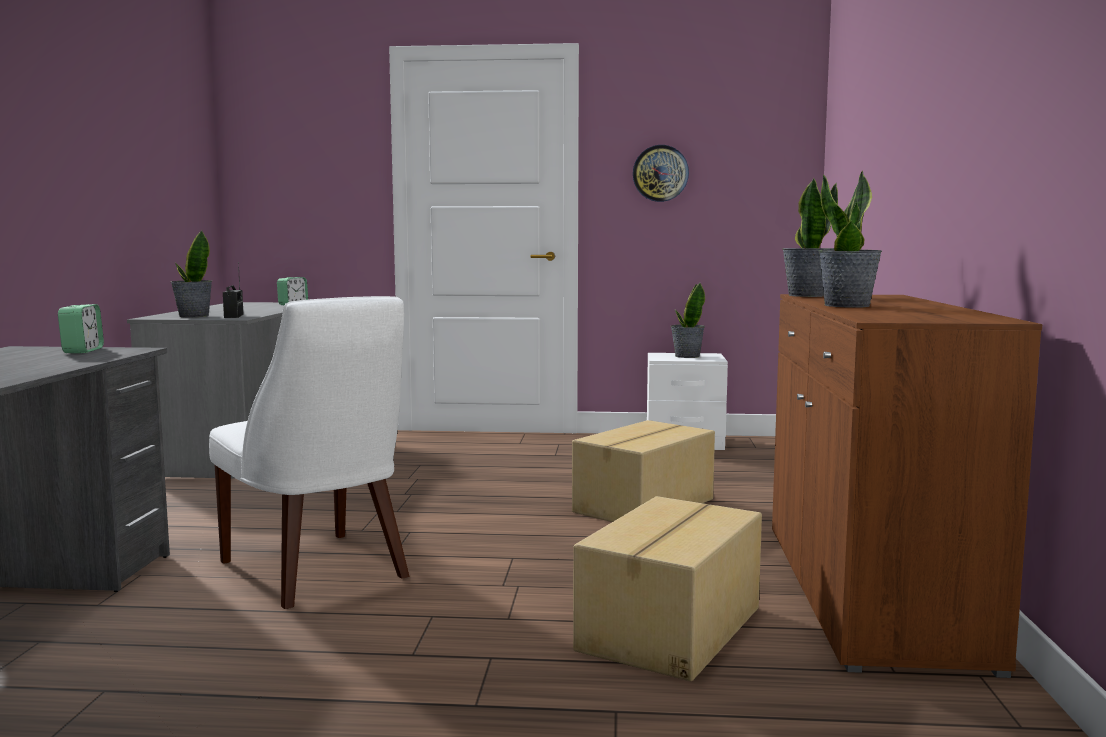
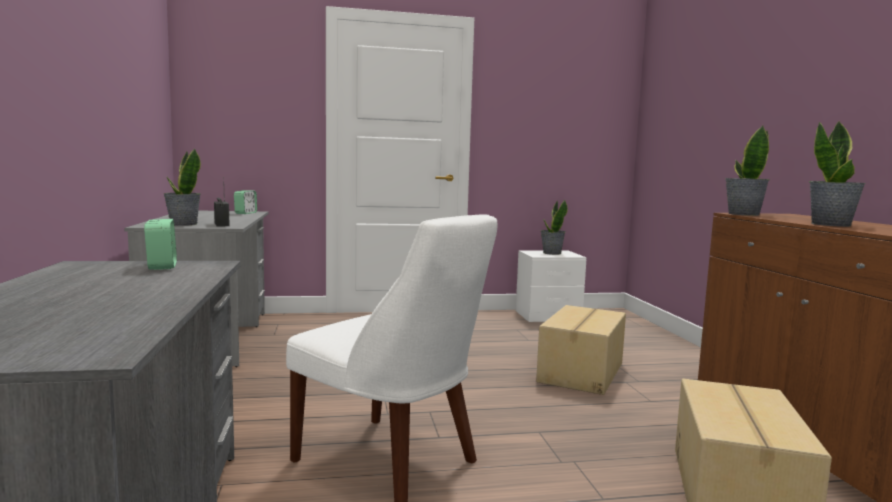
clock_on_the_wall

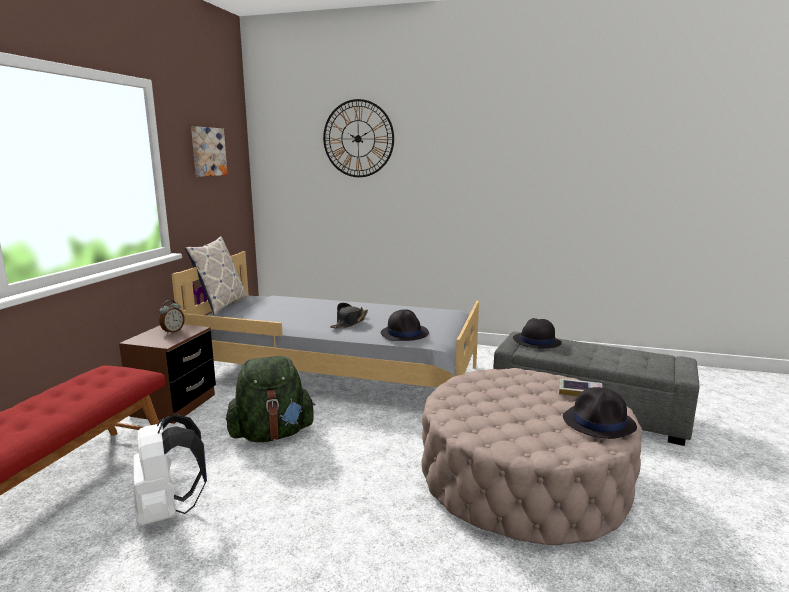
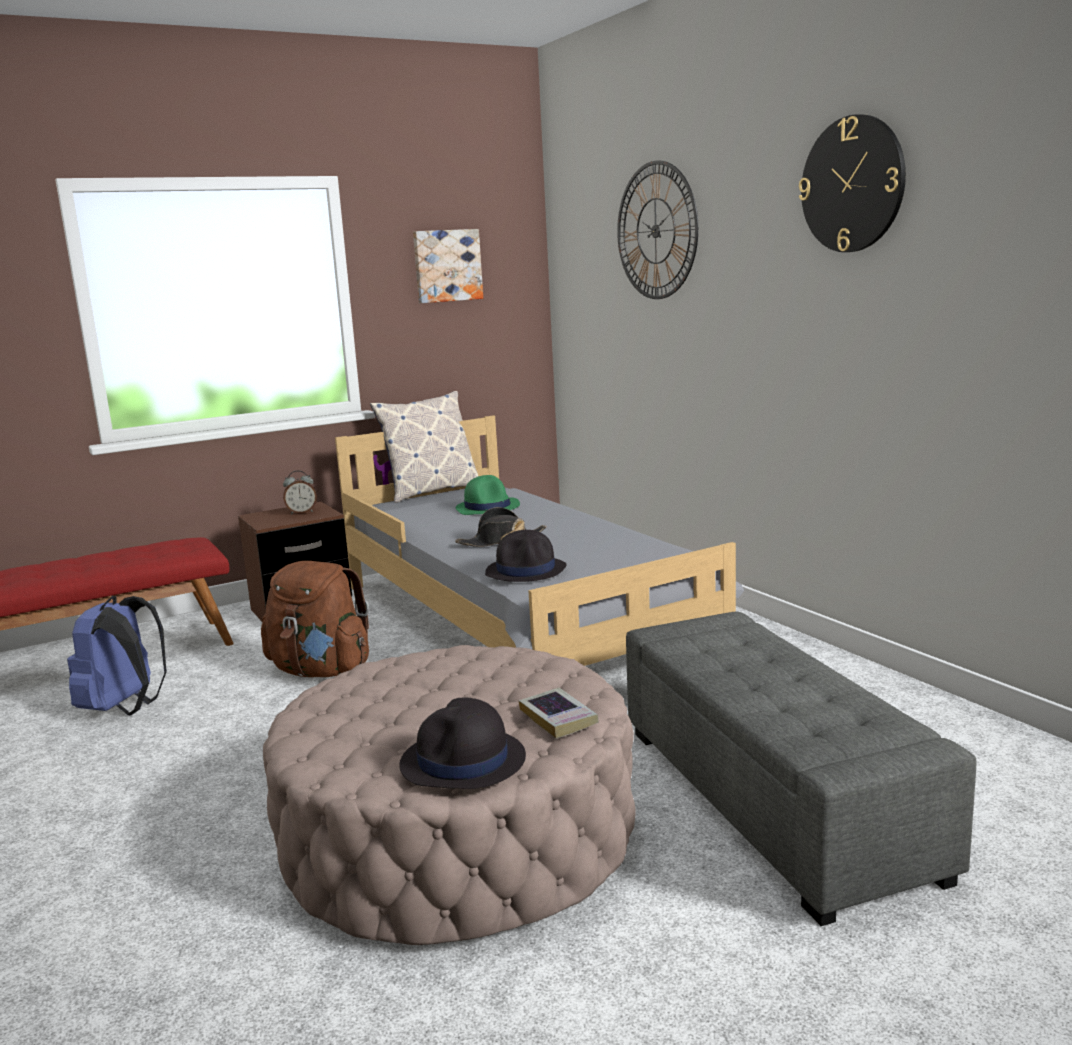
blue-coloured_knapsack
brownish_knapsack
black-coloured_hat (no. 3 from left in the first image)
greenish_hat
clock_on_the_wall (no. 2 from left)

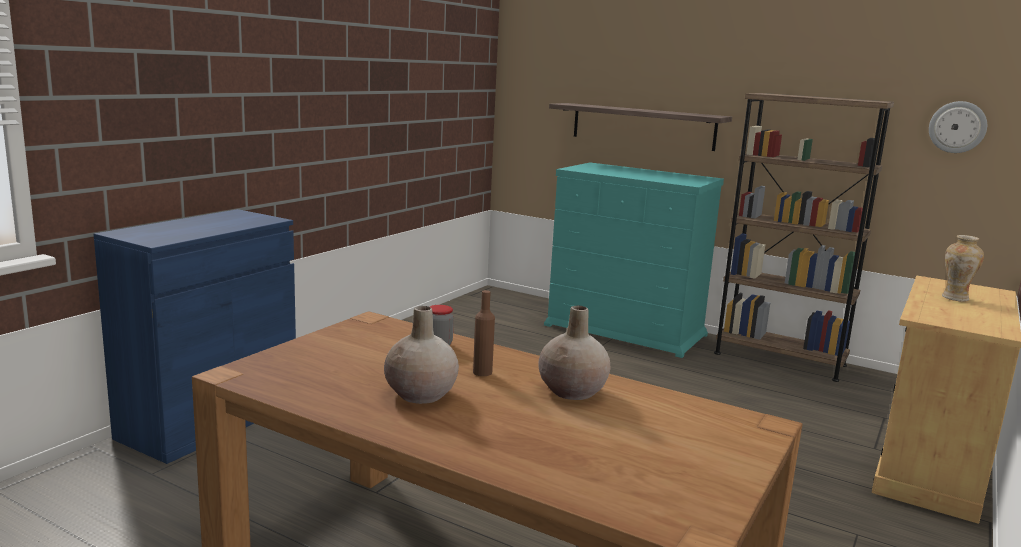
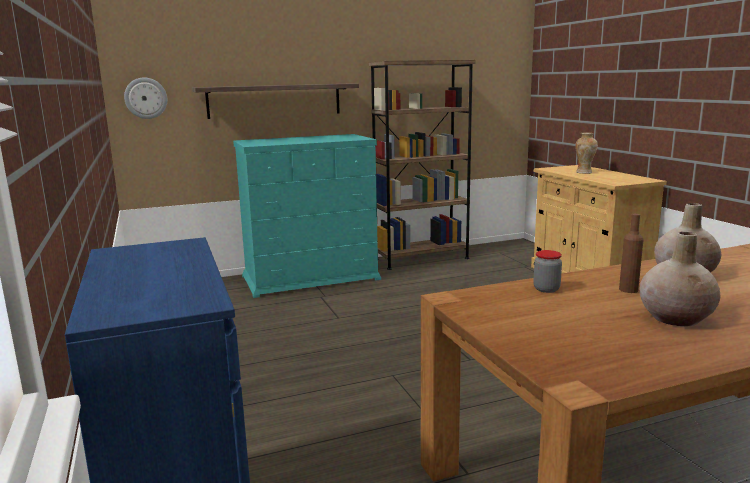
clock_on_the_wall

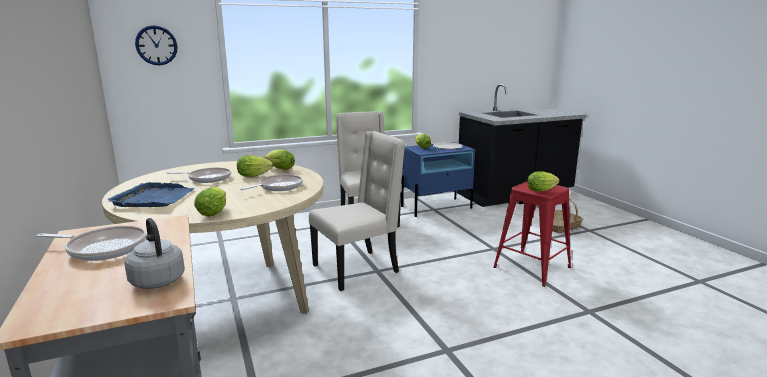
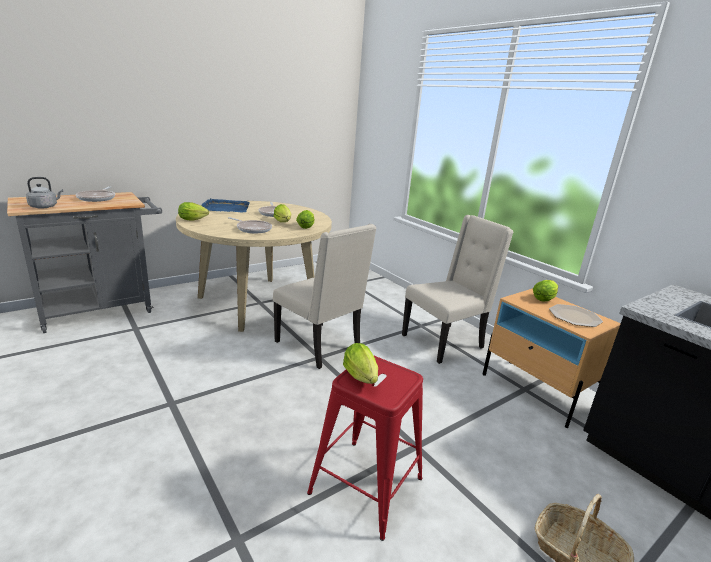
clock_on_the_wall
beige_bedside_table

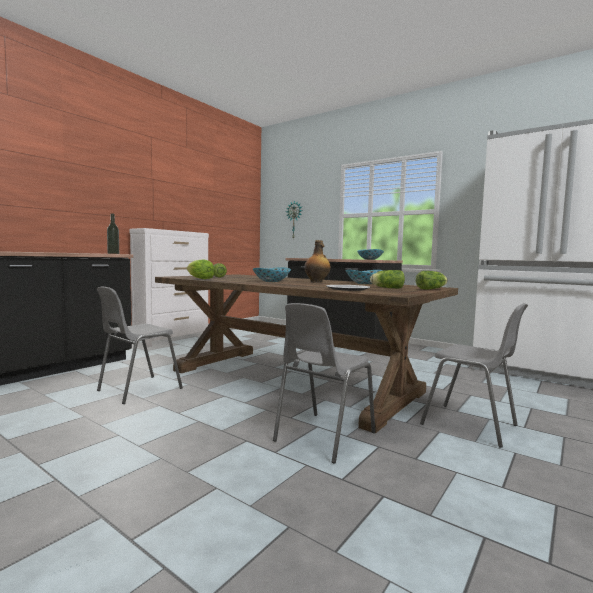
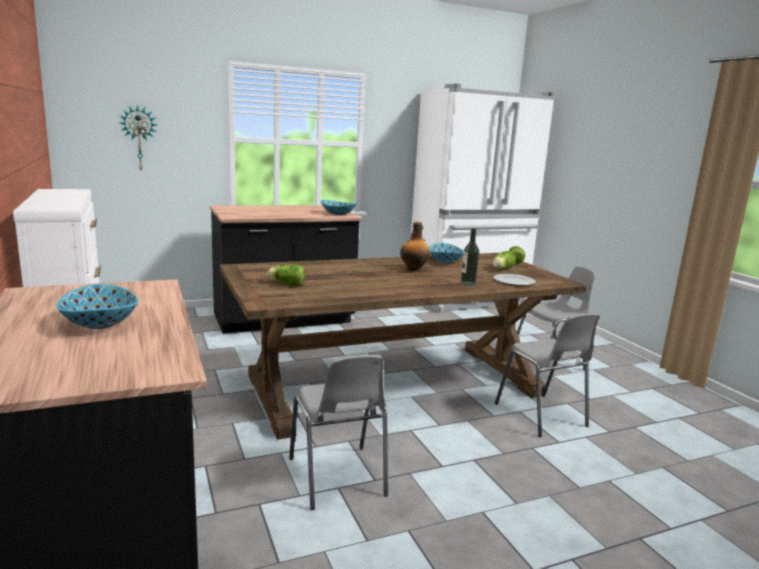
bottle (no. 2 from left)
head_of_lettuce (no. 1 from left in the first image)
serving_bowl (no. 1 from left)

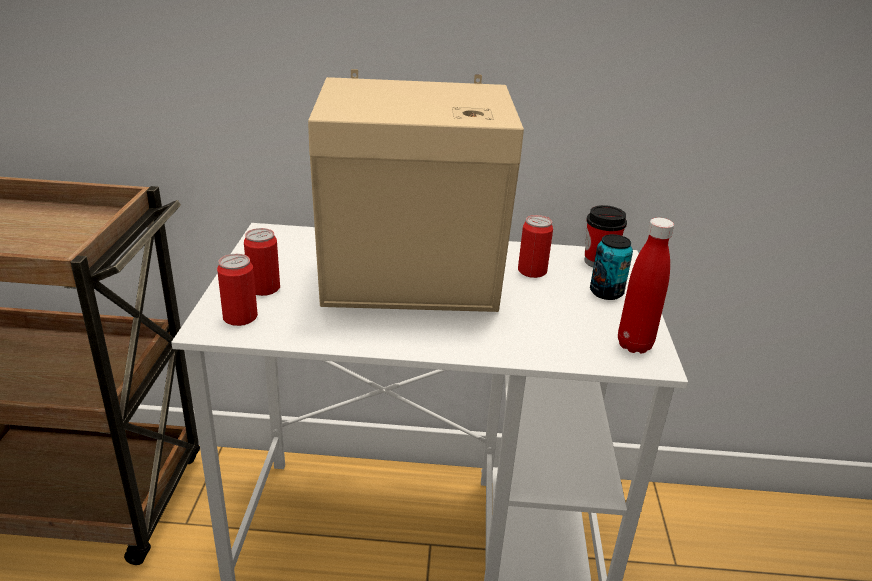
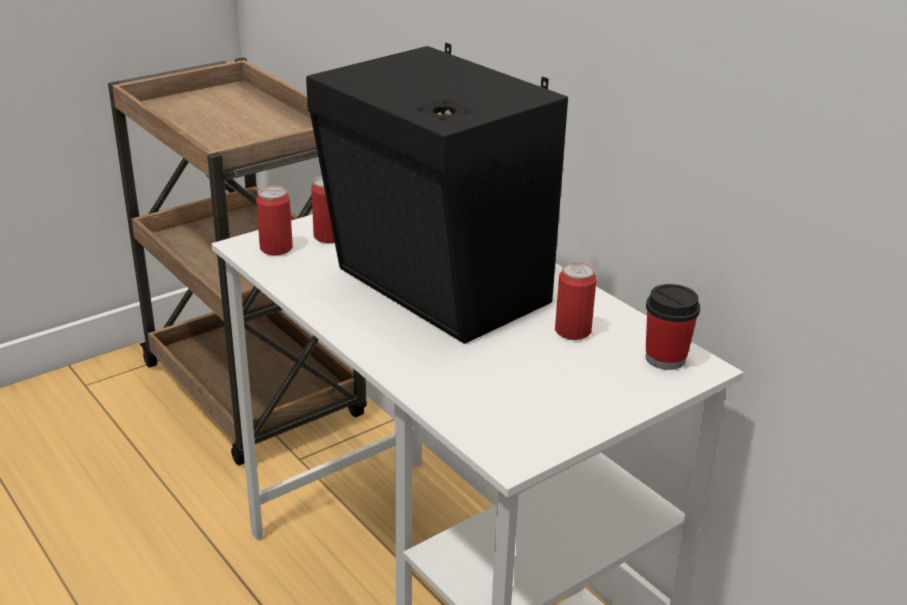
black-coloured_loudspeaker
sealed_can (no. 4 from left in the first image)
red_bottle

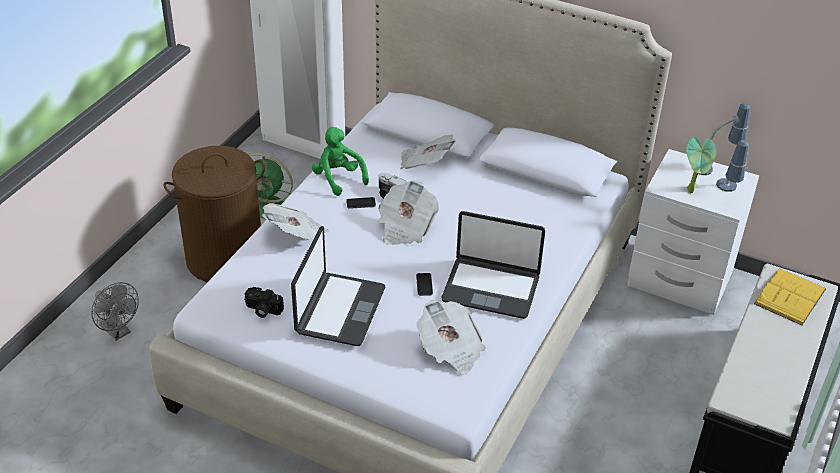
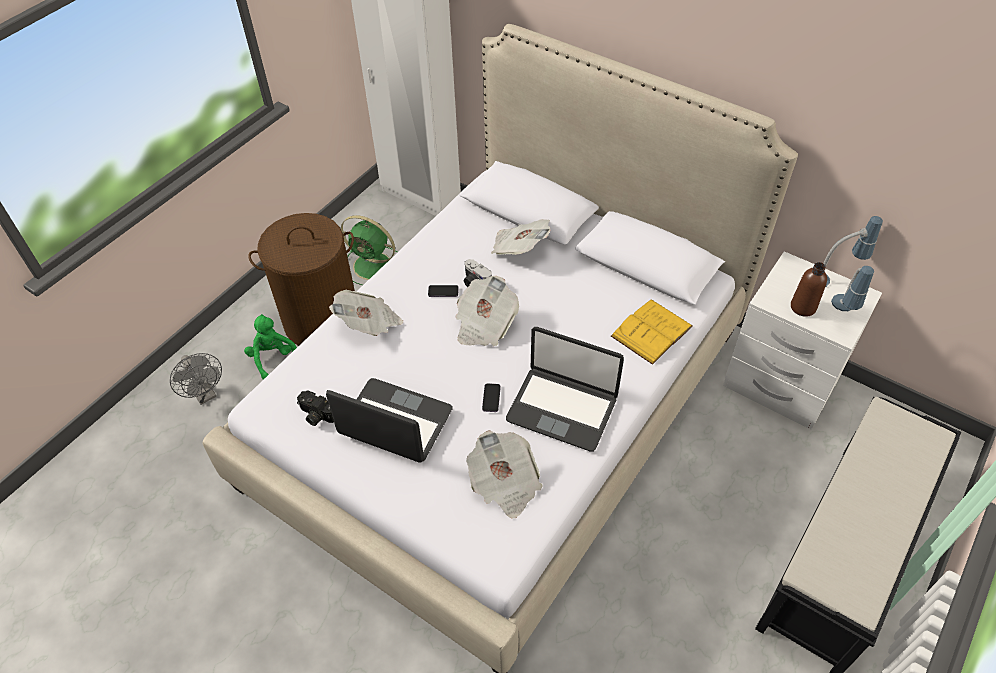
portable_computer (no. 1 from left)
greenish_soft_toy
brownish_bottle
yellow_volume

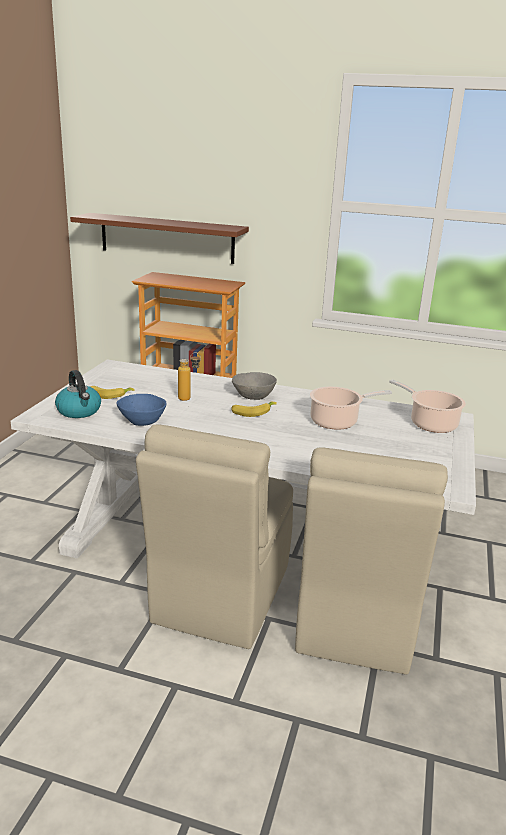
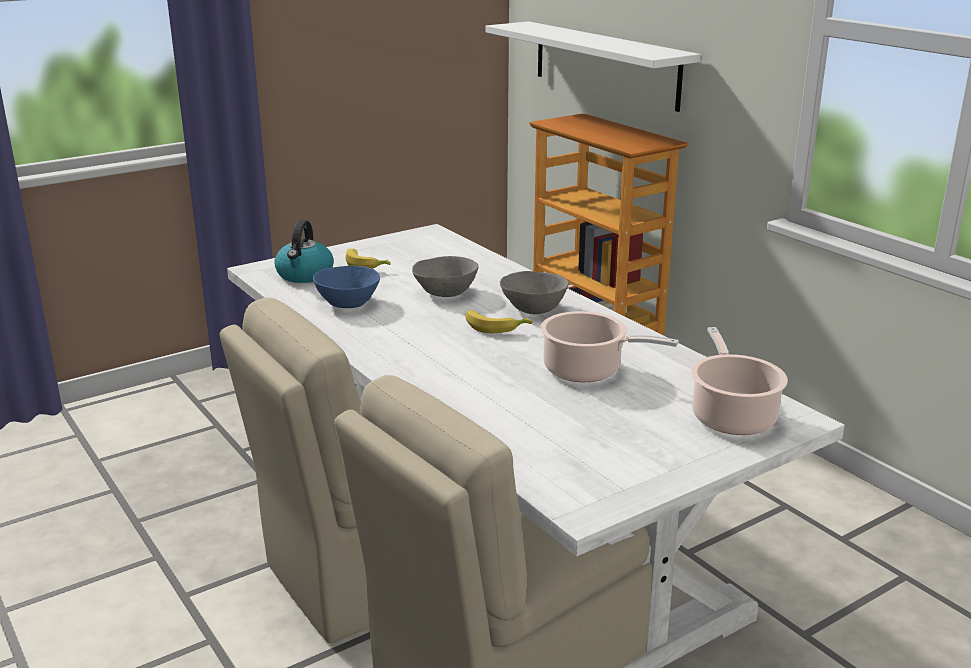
white_wall_shelf
gray_serving_bowl (no. 1 from left)

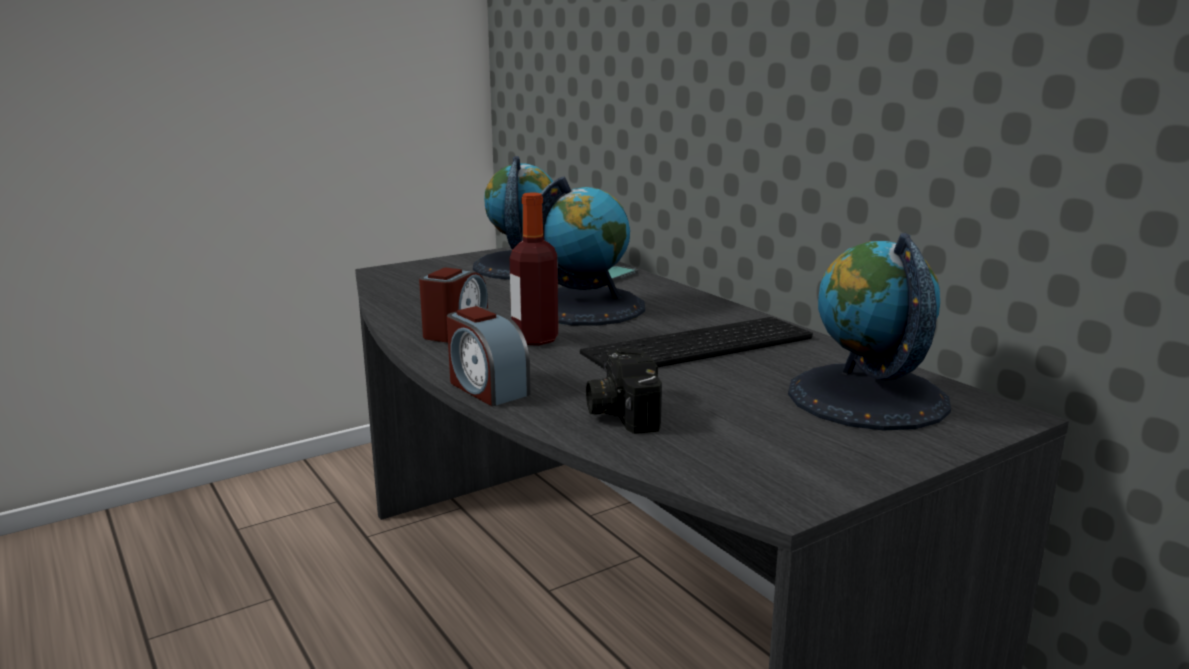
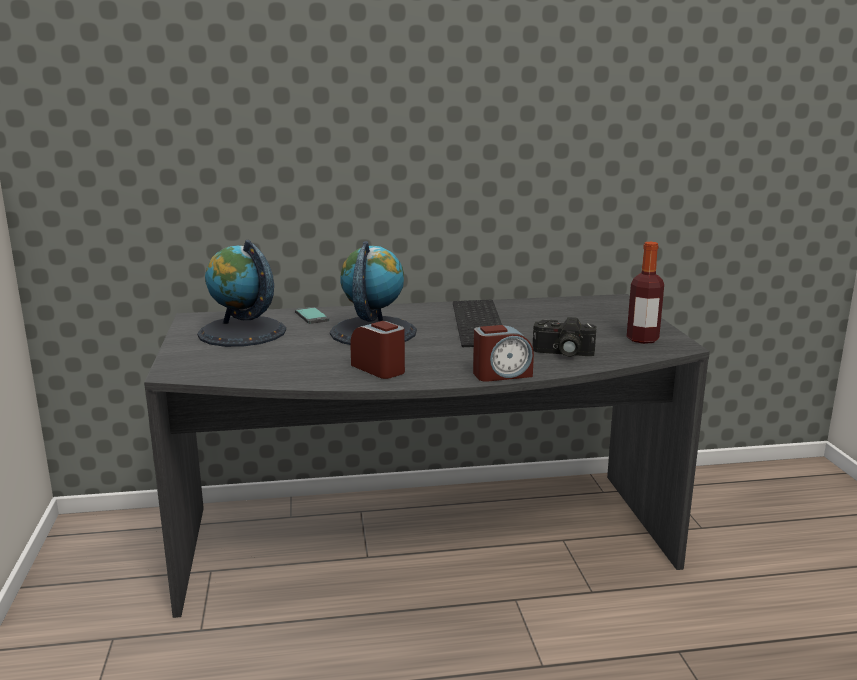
bottle
globe (no. 3 from left in the first image)

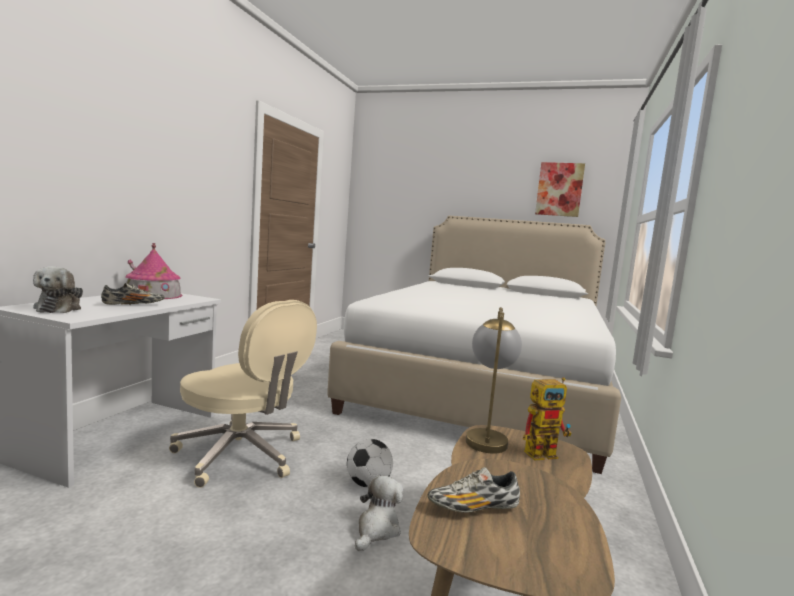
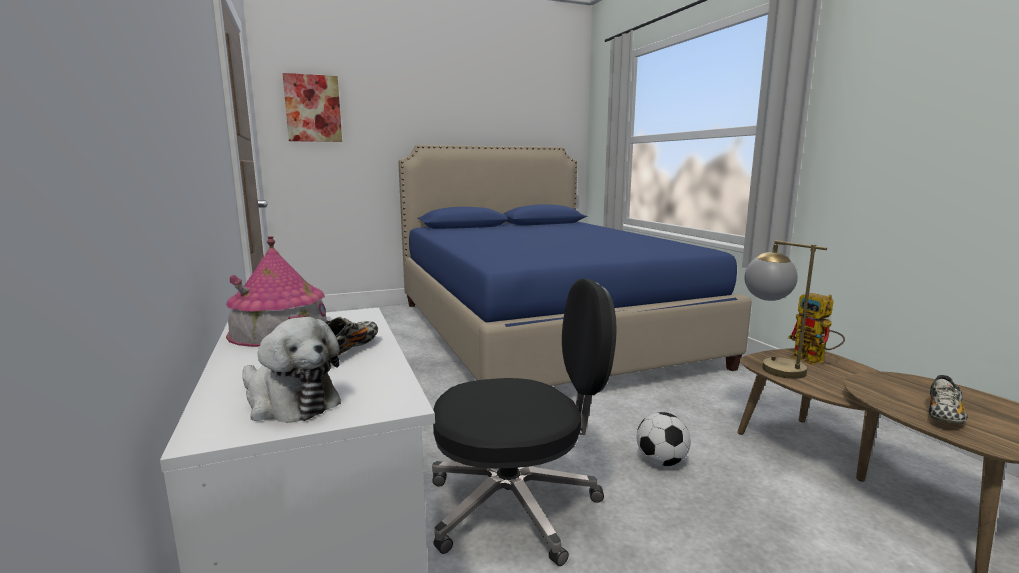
black-coloured_office_chair
blue-coloured_bedroom_bed
soft_toy (no. 2 from left in the first image)
robot_figure
wall_art

